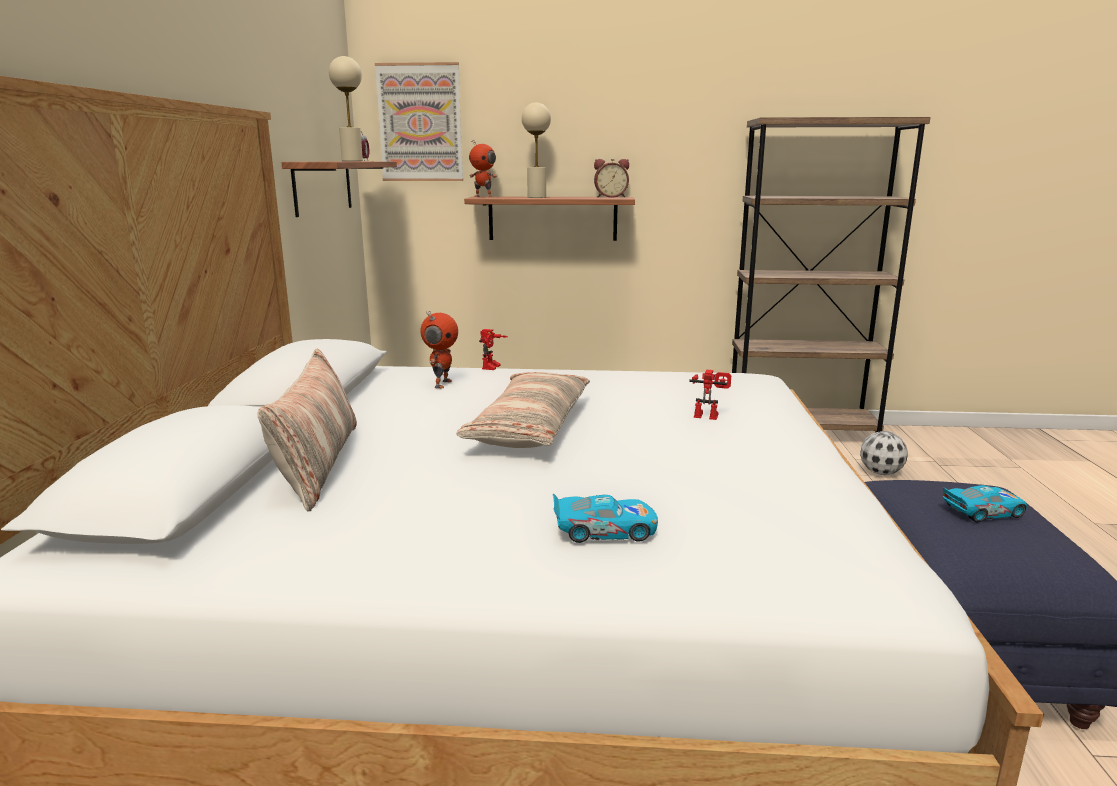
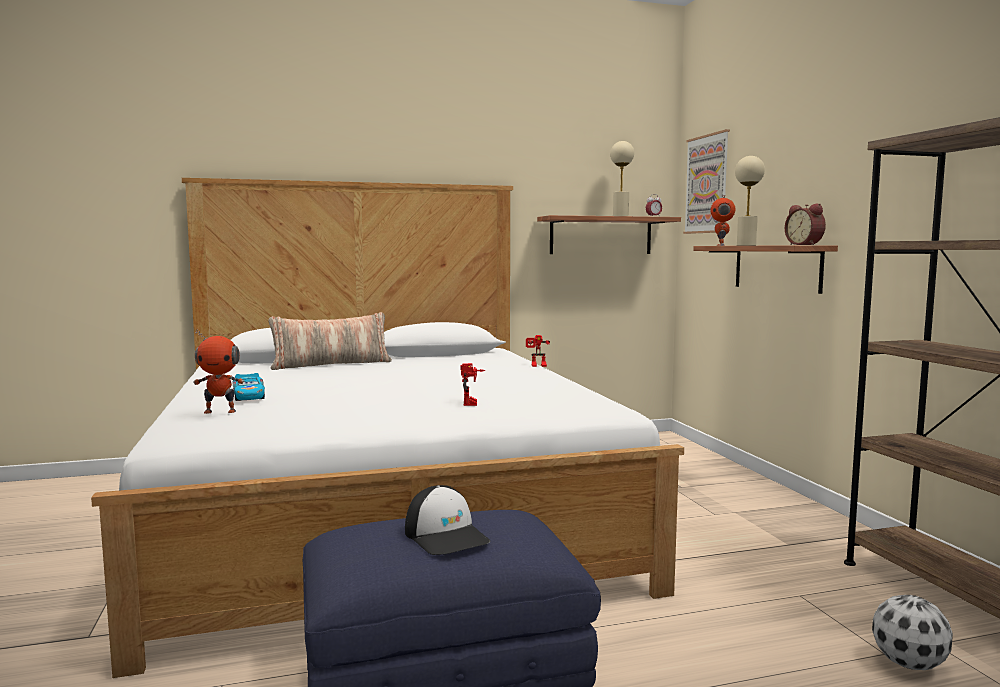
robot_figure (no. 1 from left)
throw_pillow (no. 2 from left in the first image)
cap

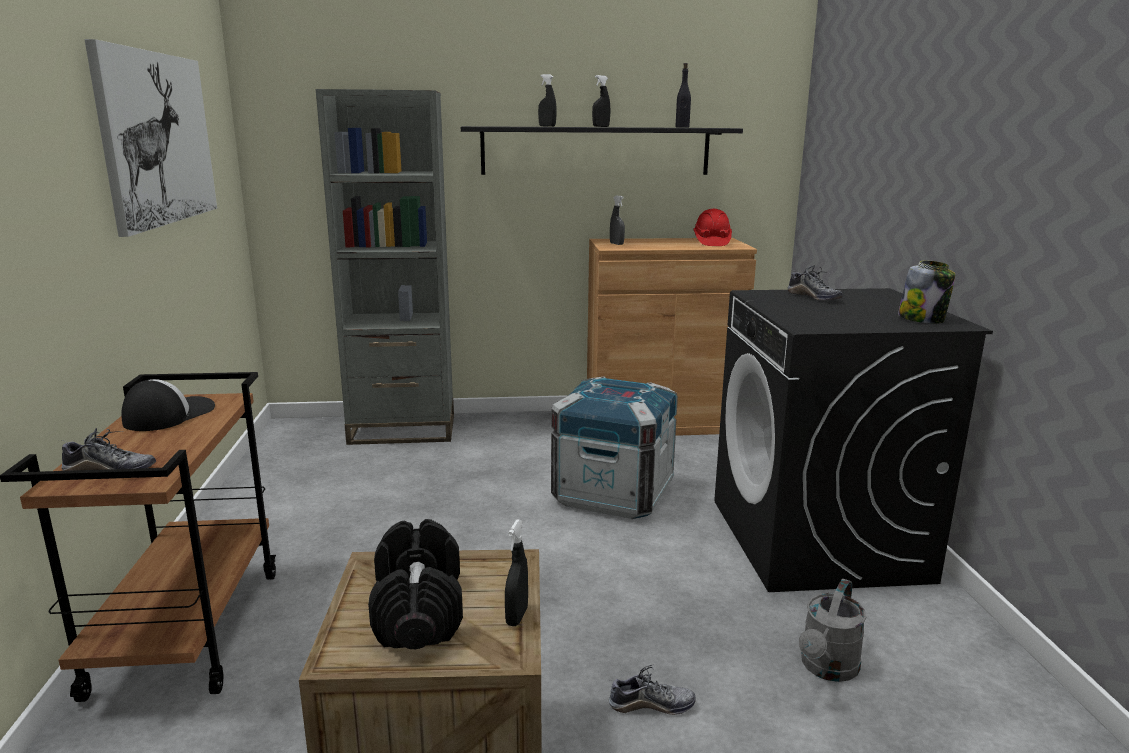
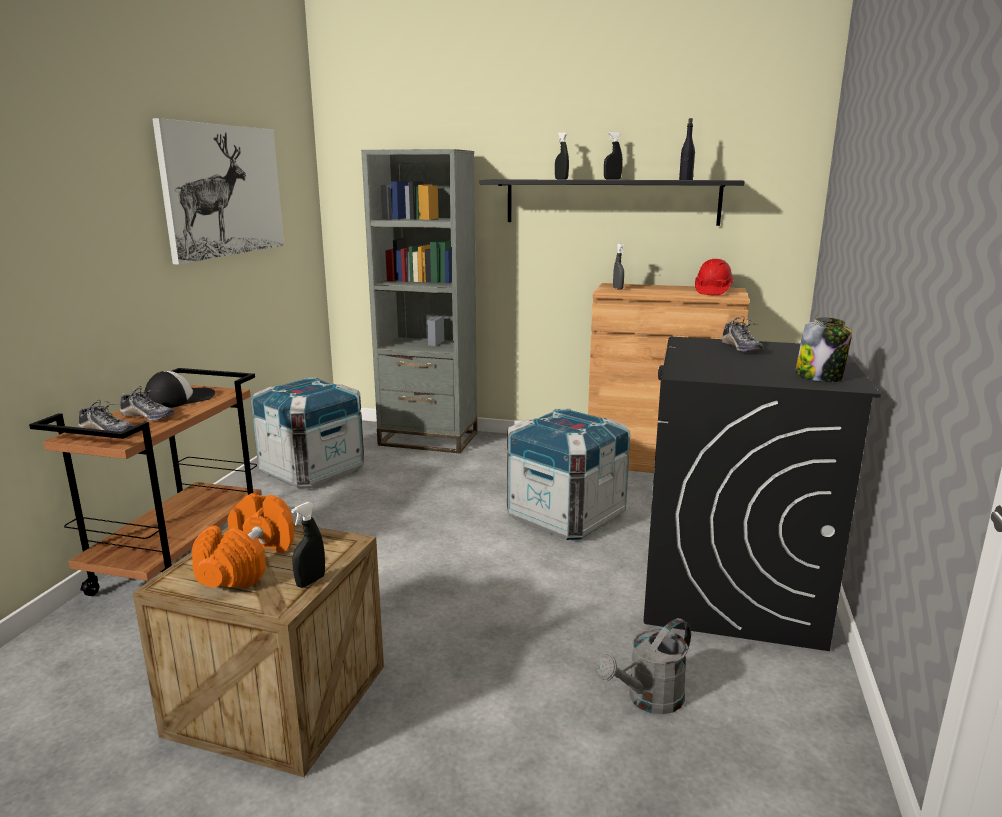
orangey_dumbbell
item_of_footwear (no. 2 from left)
crate (no. 2 from left)

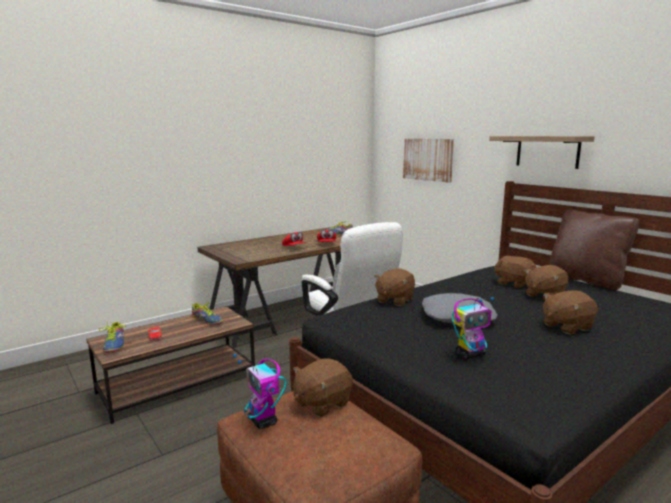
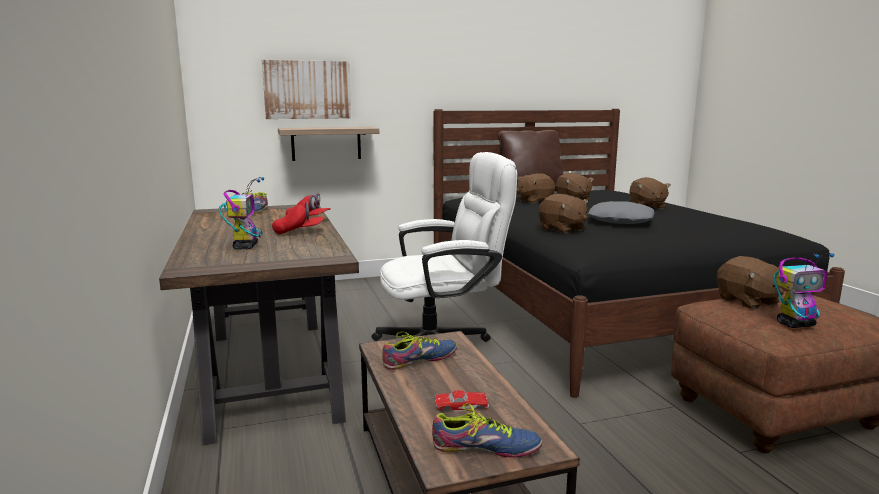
robot_figure (no. 1 from left)
wall_shelf

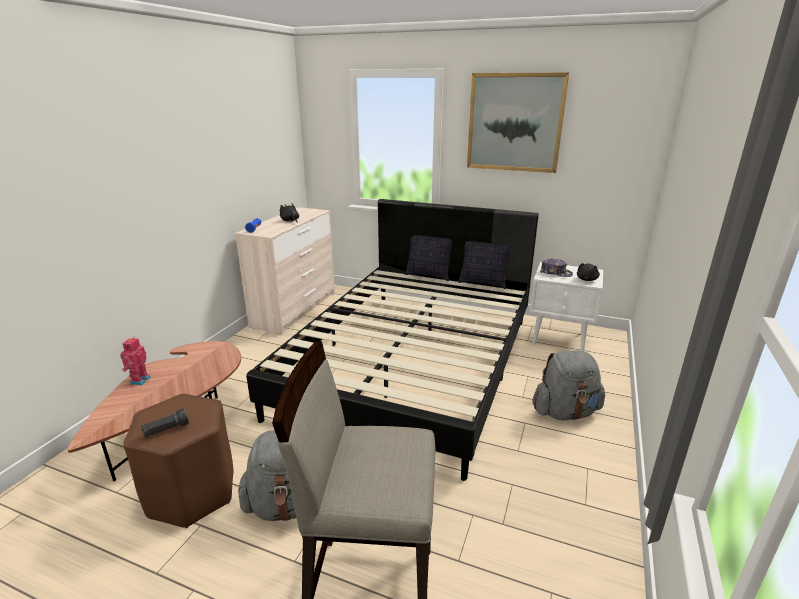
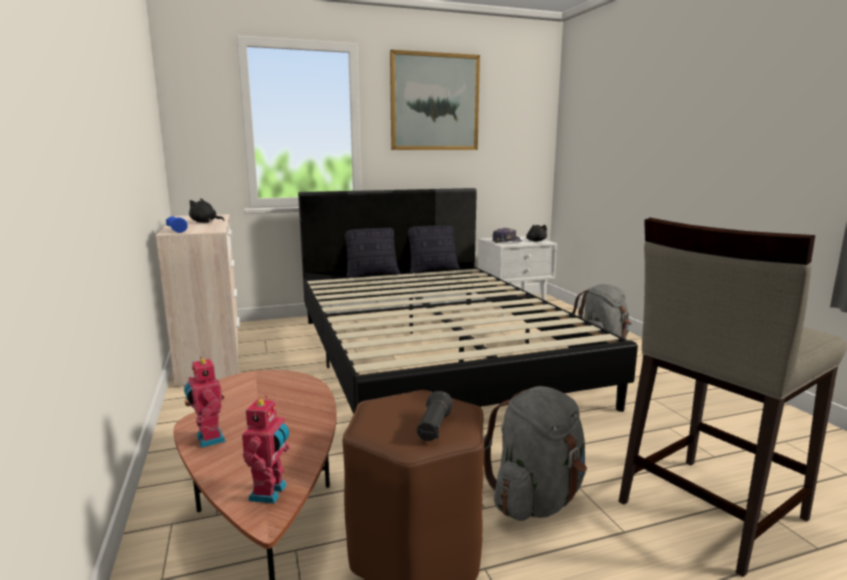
robot_figure (no. 2 from left)

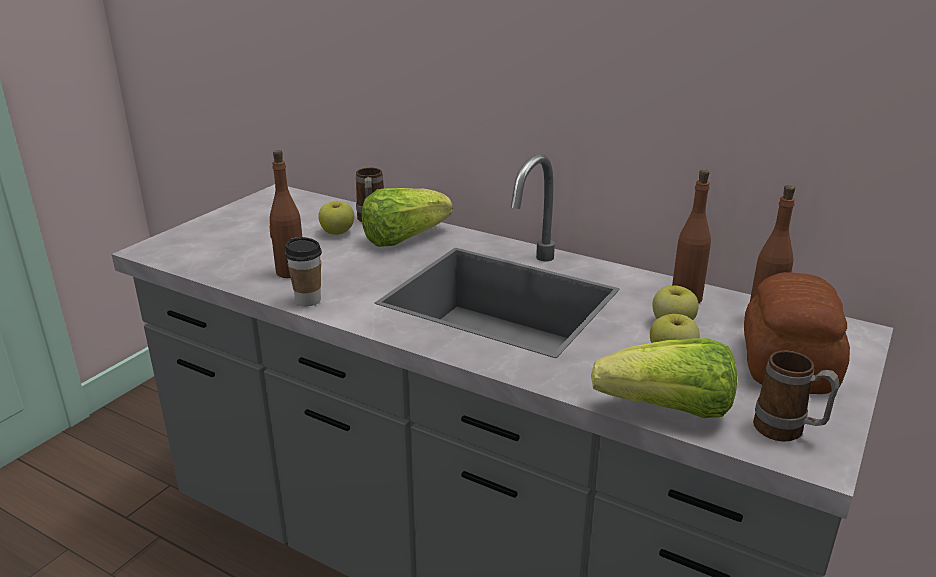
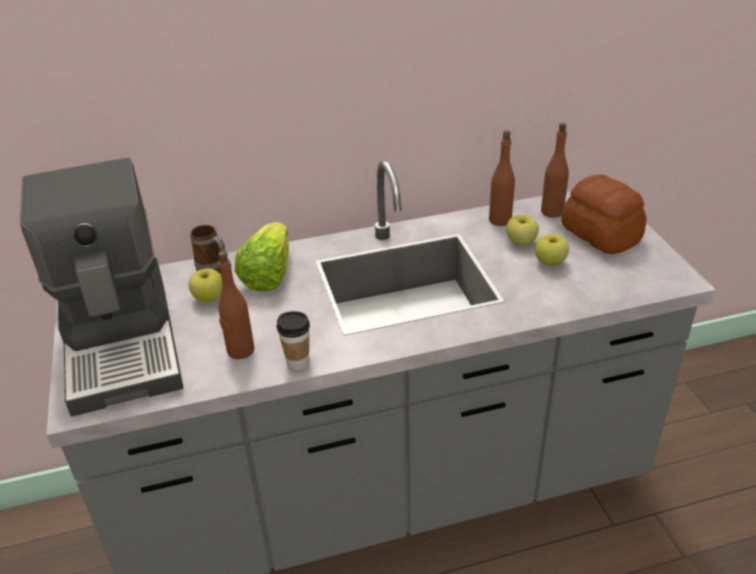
head_of_lettuce (no. 2 from left in the first image)
mug (no. 2 from left in the first image)
coffee_brewer

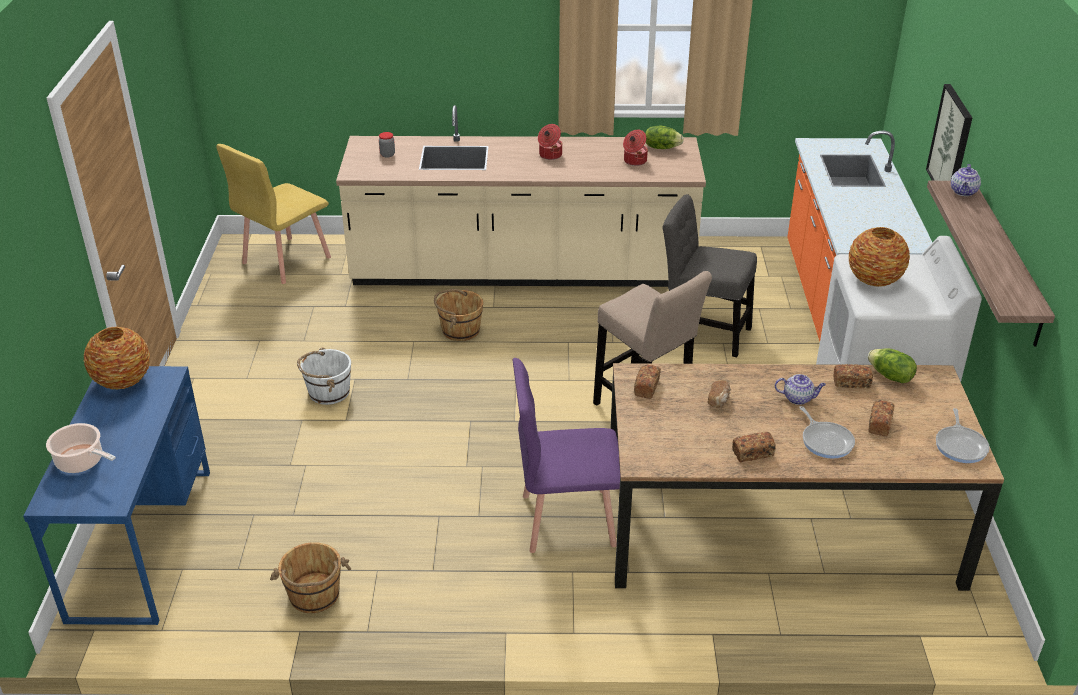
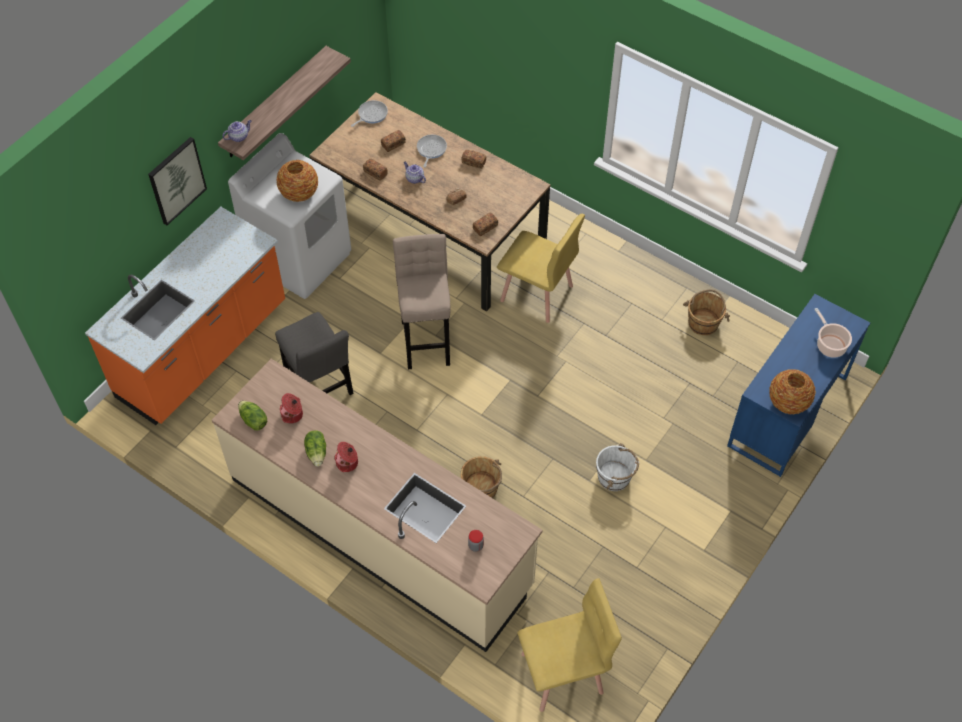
yellow_upright_chair (no. 1 from left)
head_of_lettuce (no. 2 from left)

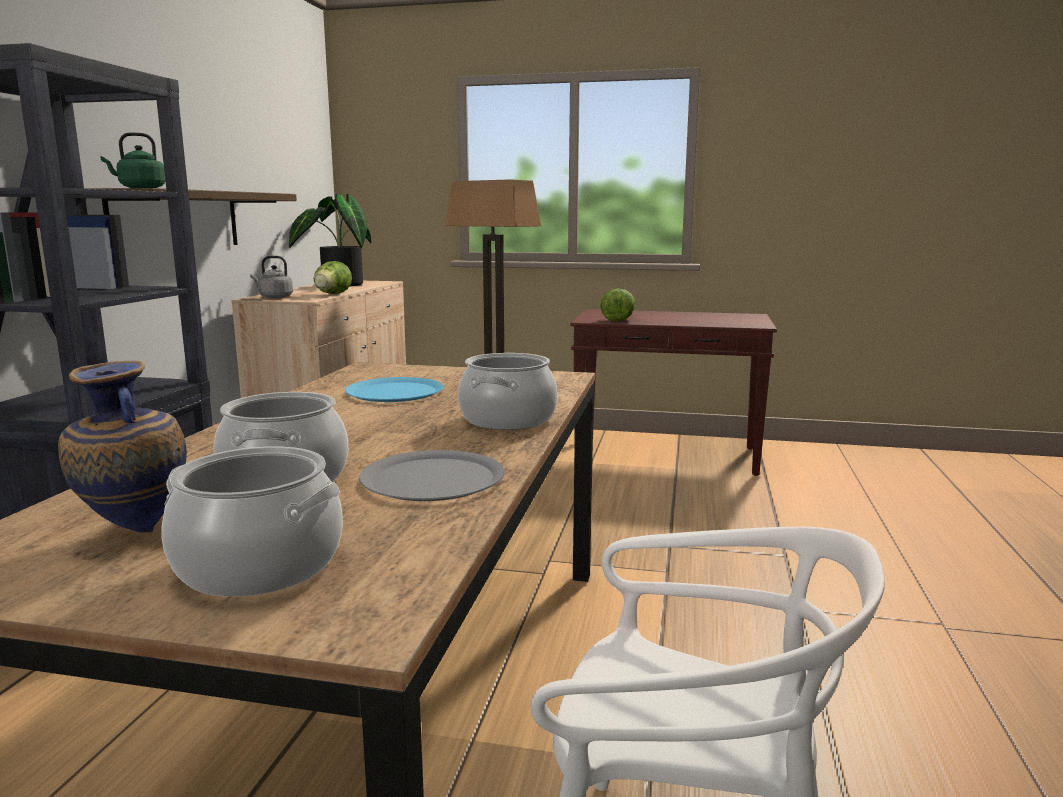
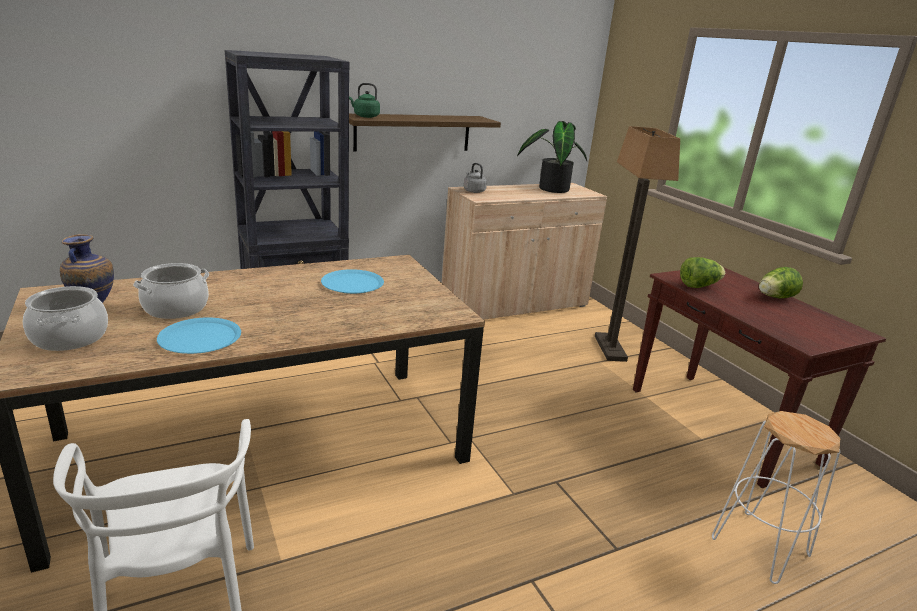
head_of_lettuce (no. 2 from left)
blue-coloured_plate (no. 1 from left)
saucepot (no. 3 from left in the first image)
white_stool_seat

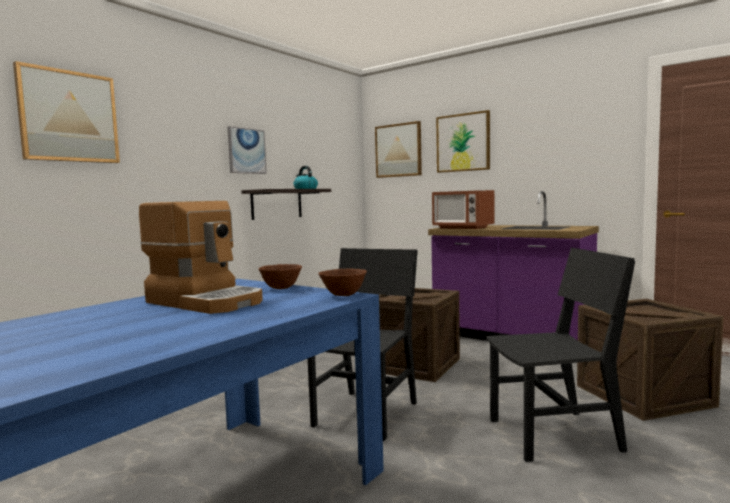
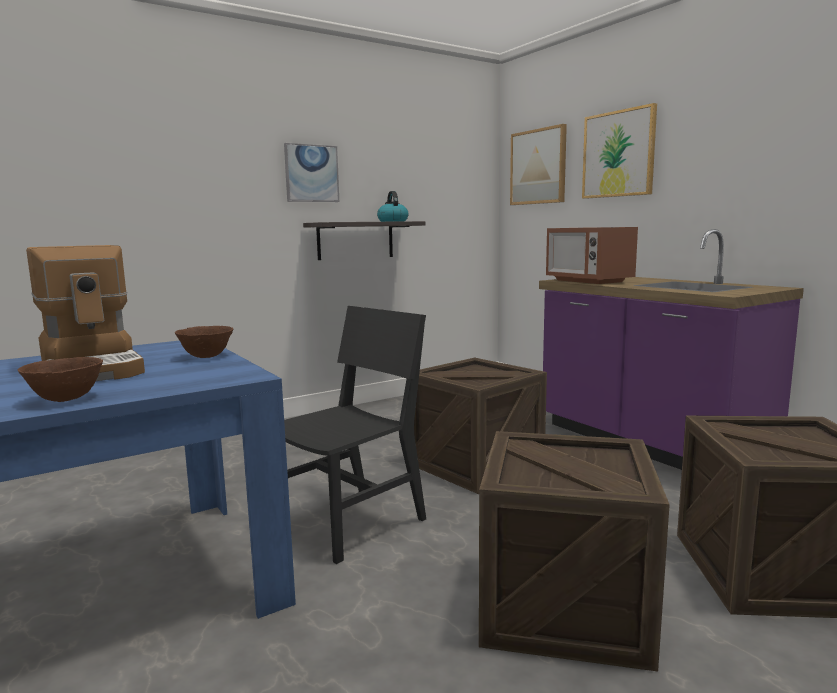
wall_art (no. 1 from left in the first image)
brownish_serving_bowl (no. 1 from left)
crate (no. 2 from left)

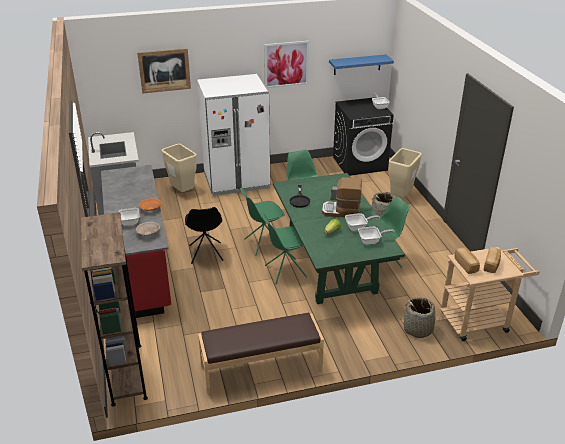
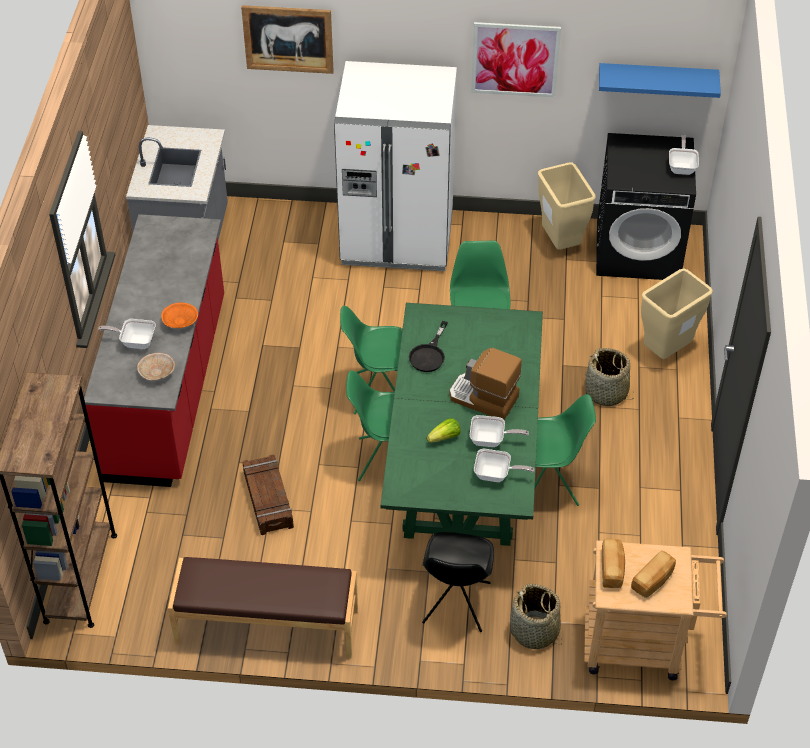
beige_rubbish_bin (no. 1 from left)
black-coloured_upright_chair
crate

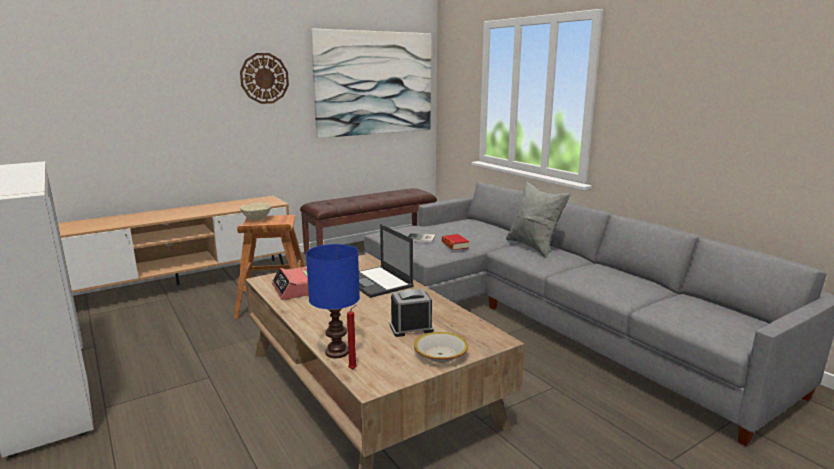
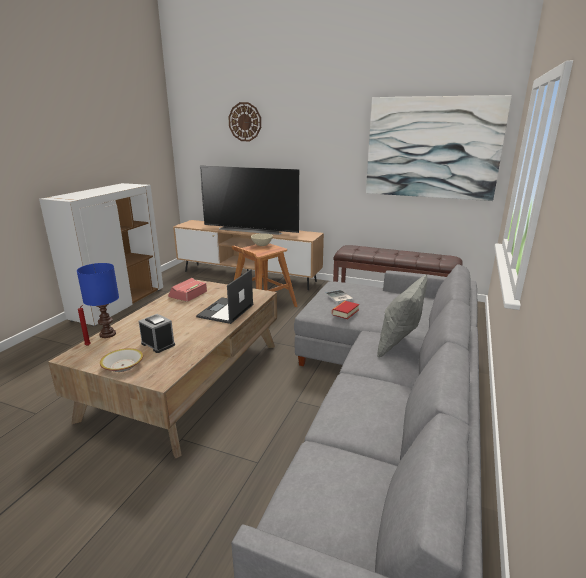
clock_on_the_wall
television

